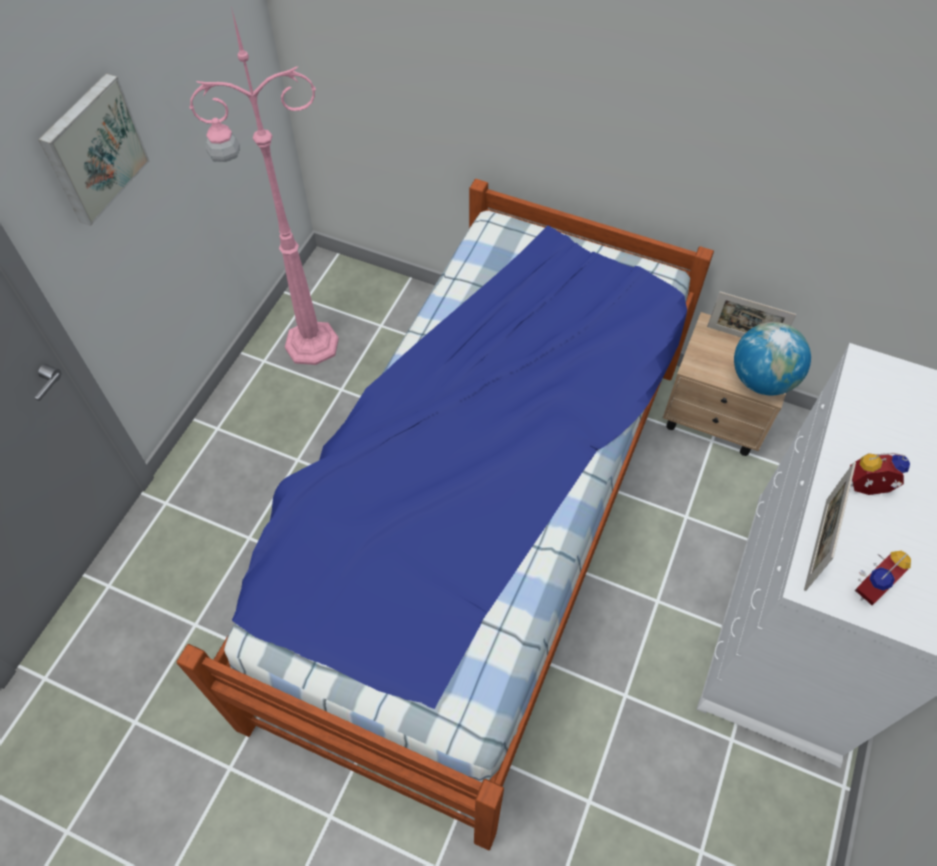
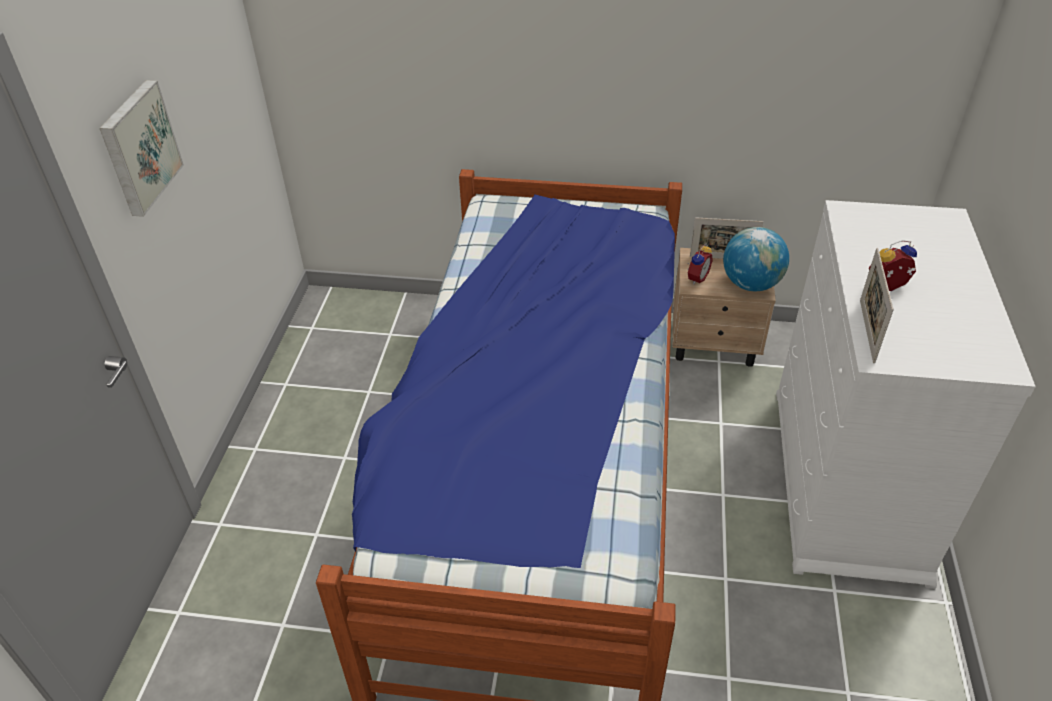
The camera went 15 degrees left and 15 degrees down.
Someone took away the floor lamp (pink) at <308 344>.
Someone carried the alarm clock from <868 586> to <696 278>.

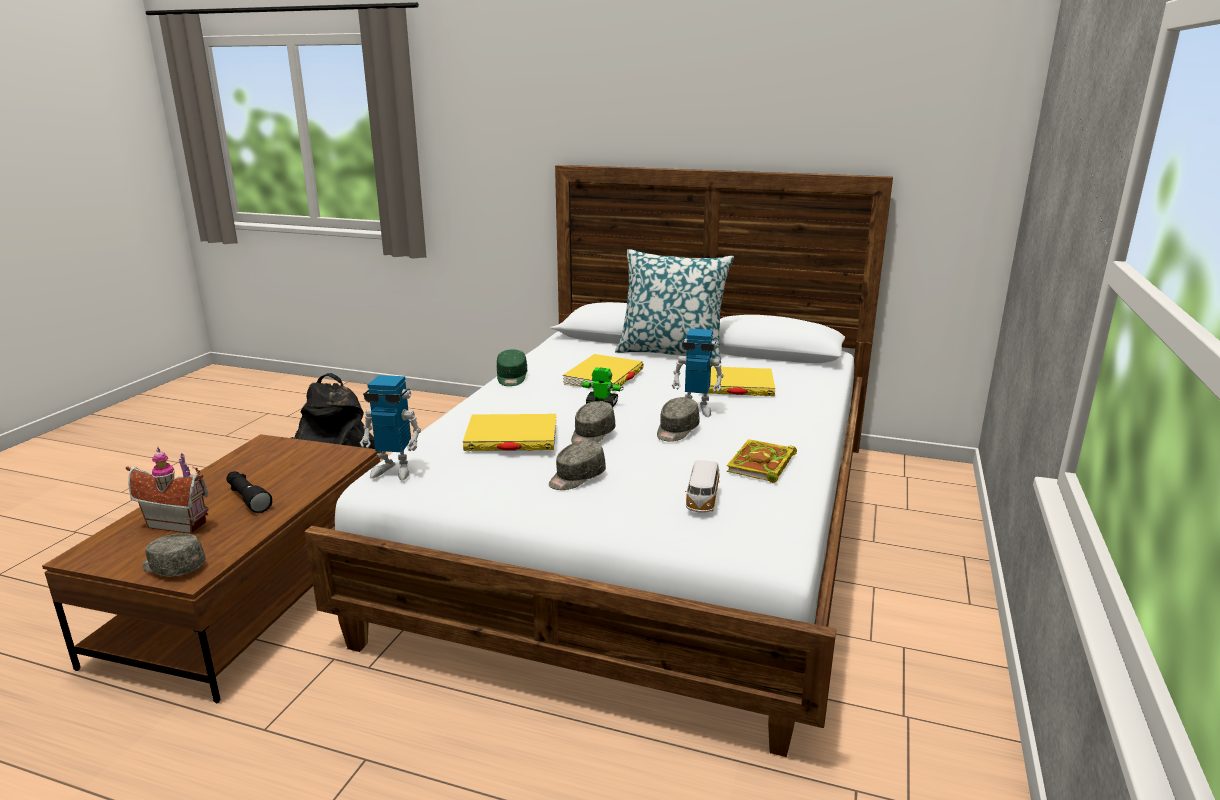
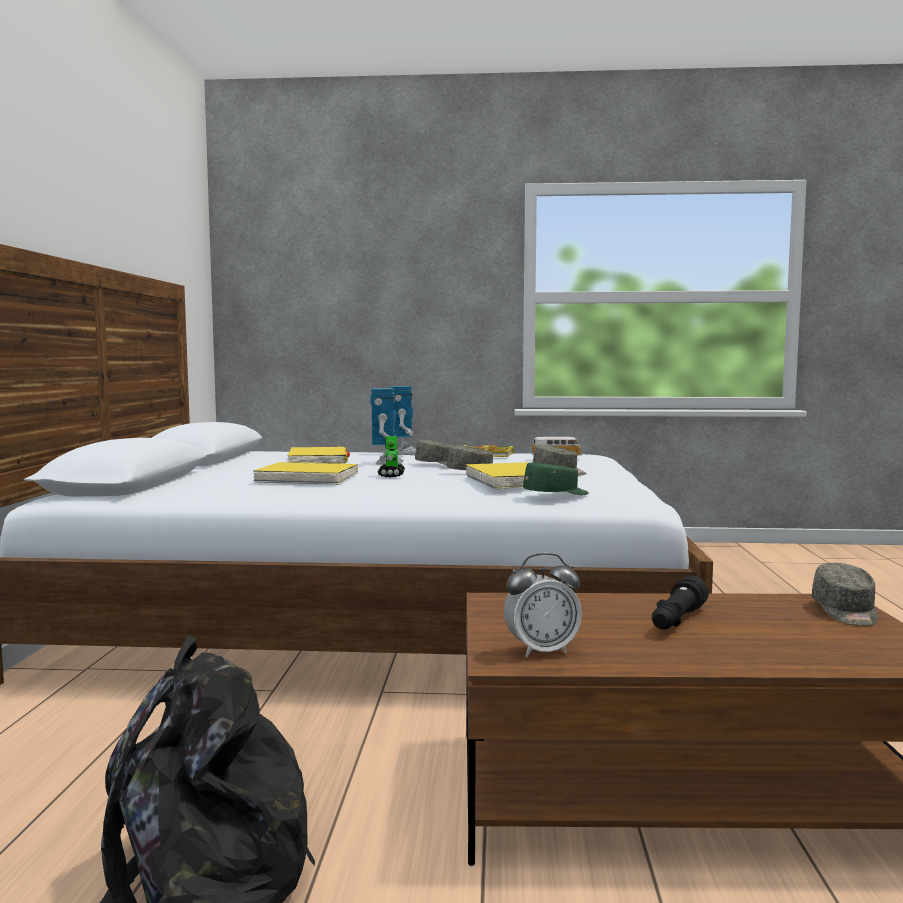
The camera went 105 degrees left and 15 degrees down.
Someone took away the pillow at <671 352>.
Someone carried the cap (green) from <511 378> to <556 494>.
Someone carried the toy robot from <394 470> to <404 453>.
Someone took away the toy house at <179 522>.
Someone put down the alarm clock at <541 651>.

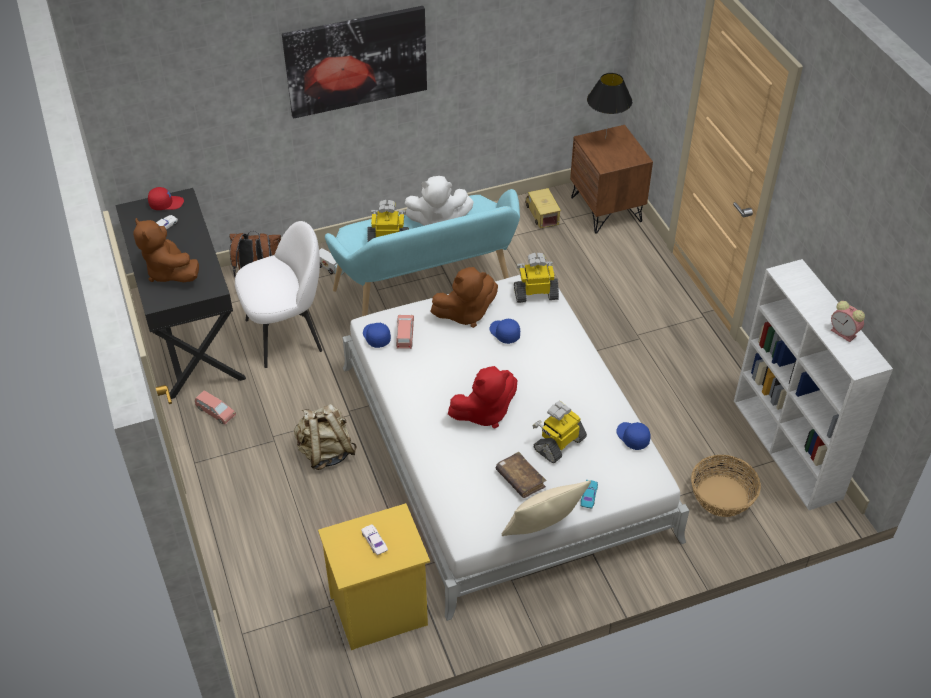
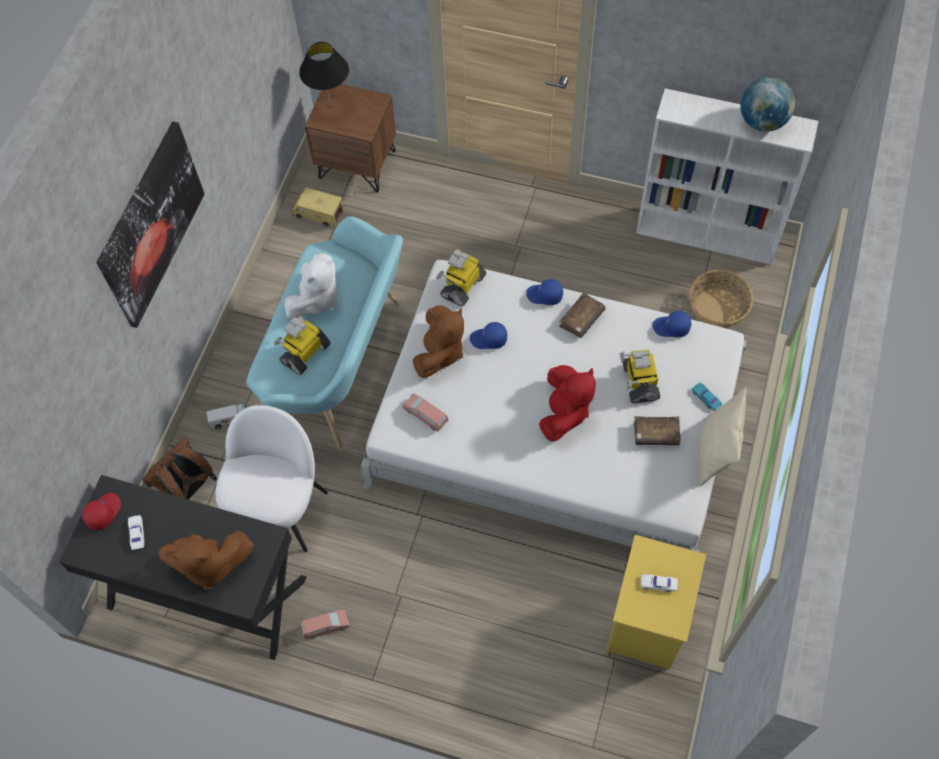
The camera went 50 degrees left and 15 degrees up.
Someone swapped the alarm clock at <844 333> for the globe at <762 122>.
Someone carried the cap (blue) from <376 337> to <544 295>.
Someone took away the backpack (beige) at <325 452>.
Someone put down the book (brown) at <581 319>.

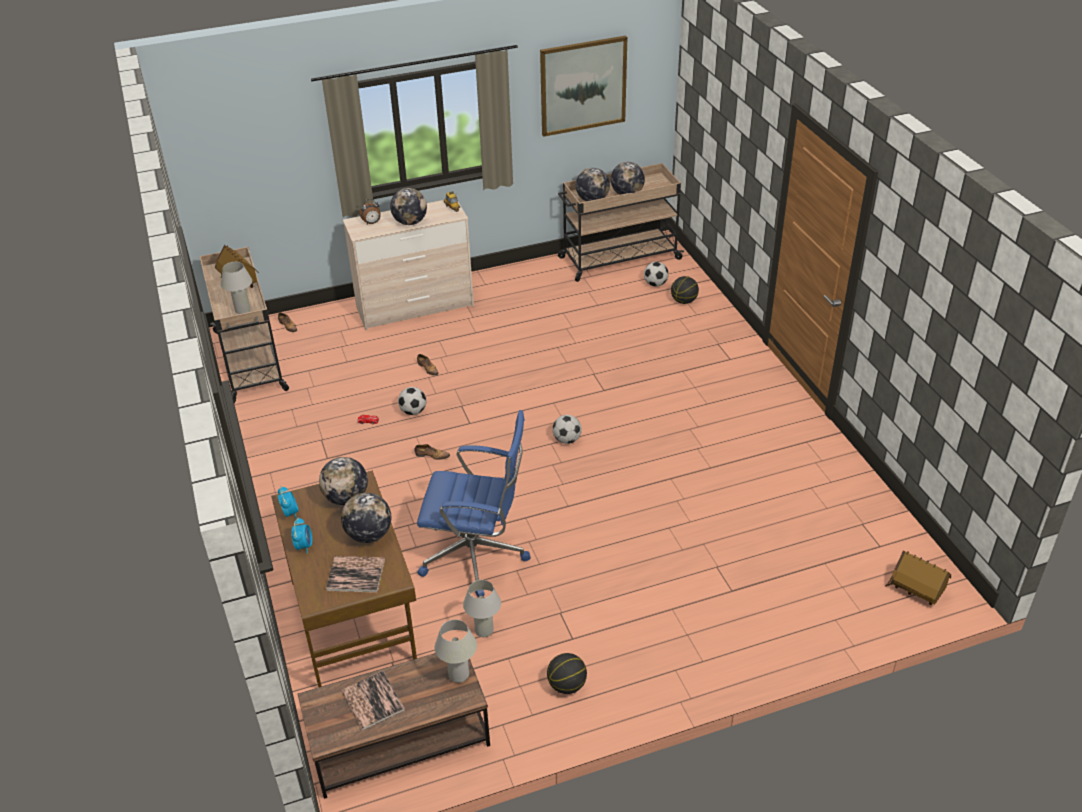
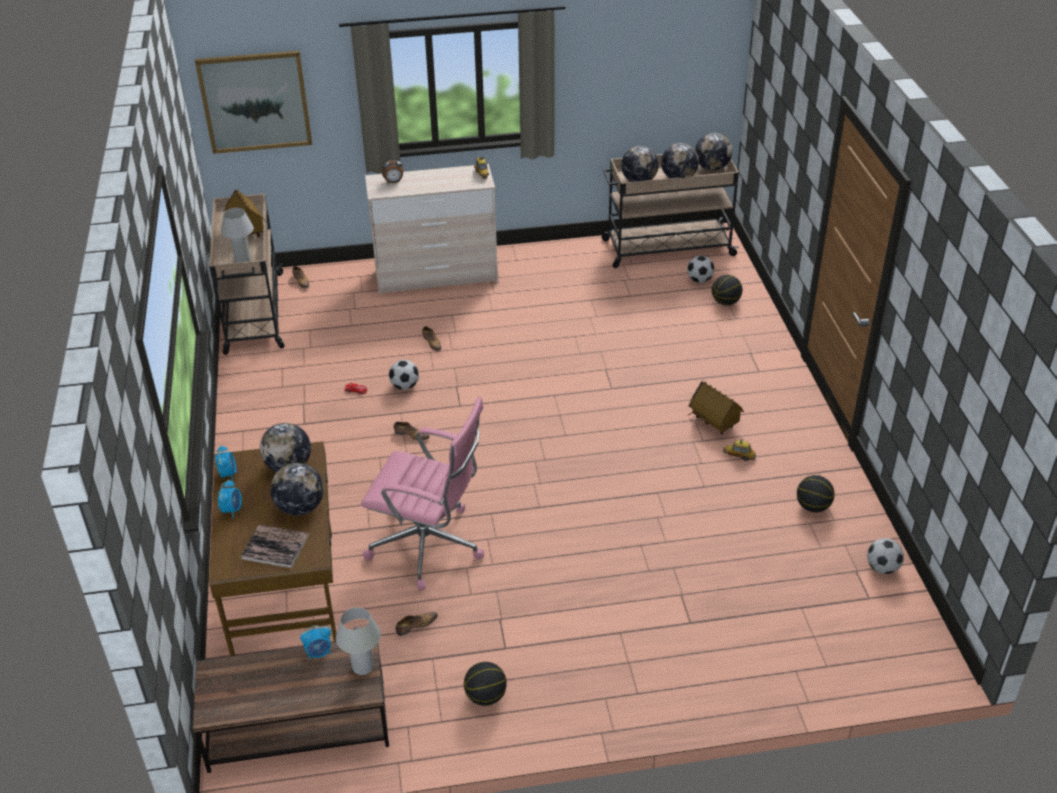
The camera went 10 degrees right and 0 degrees up.
Someone carried the picture from <583 85> to <255 102>.
Someone carried the globe from <410 222> to <712 168>.
Someone repainted the office chair (blue) at <477 555>, which became the office chair (pink) at <429 546>.
Someone carried the football from <567 440> to <882 568>.
Someone carried the toy house from <916 592> to <713 423>.
Someone swapped the table lamp (white) at <484 630> for the shoe at <415 626>.
Someone took away the book at <373 701>.
Someone put down the toy car at <739 456>.
Someone put down the basketball at <813 507>.
Someone put down the alarm clock at <319 653>.

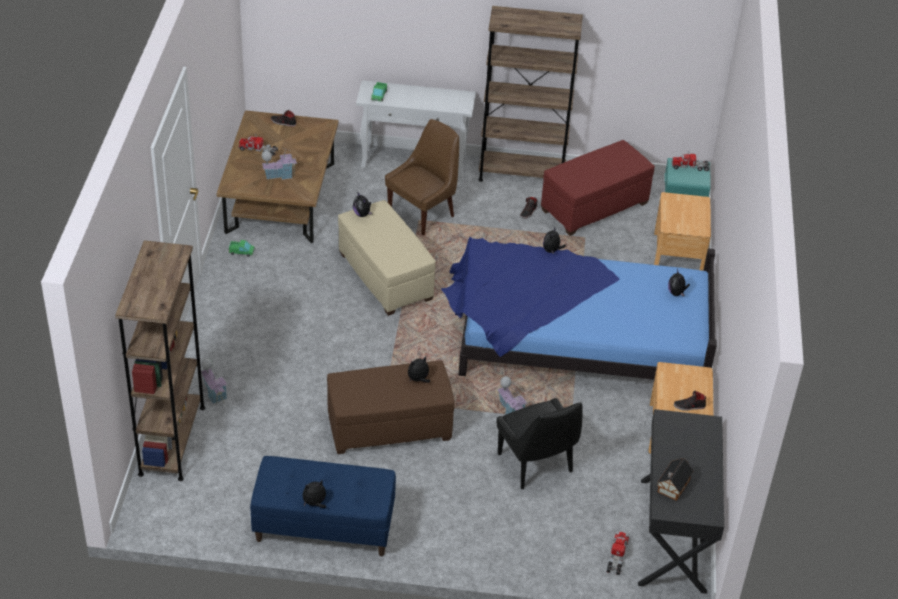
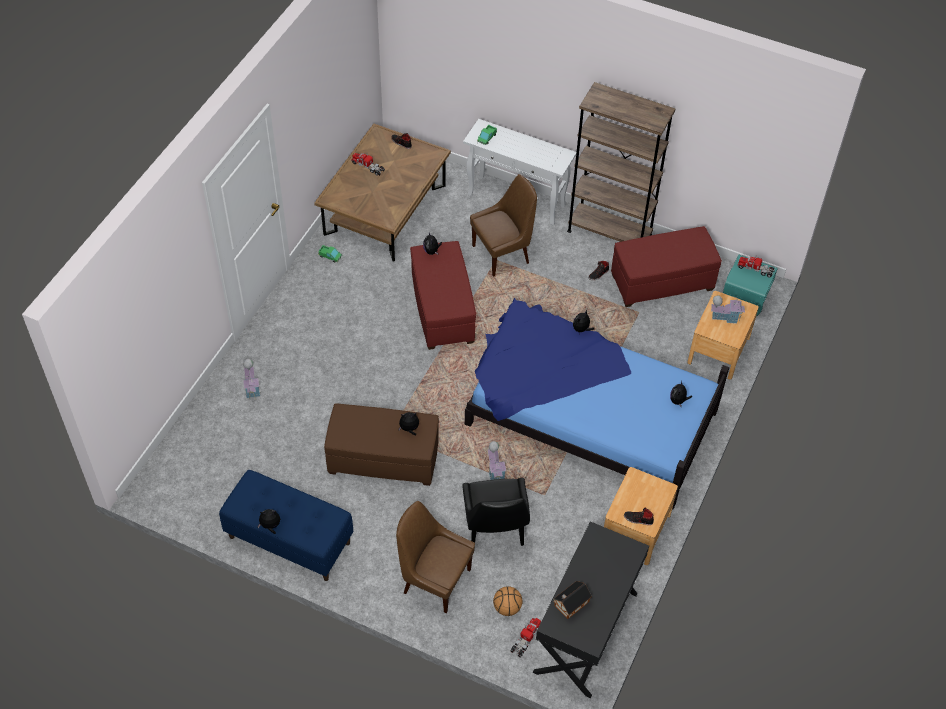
The camera went 20 degrees right and 10 degrees up.
Someone carried the toy house from <279 175> to <725 317>.
Someone repainted the ottoman (beige) at <385 277>, which became the ottoman (red) at <442 310>.
Someone took away the bookcase (brown) at <172 440>.
Someone put down the chair (brown) at <434 580>.
Someone put down the basketball at <507 608>.

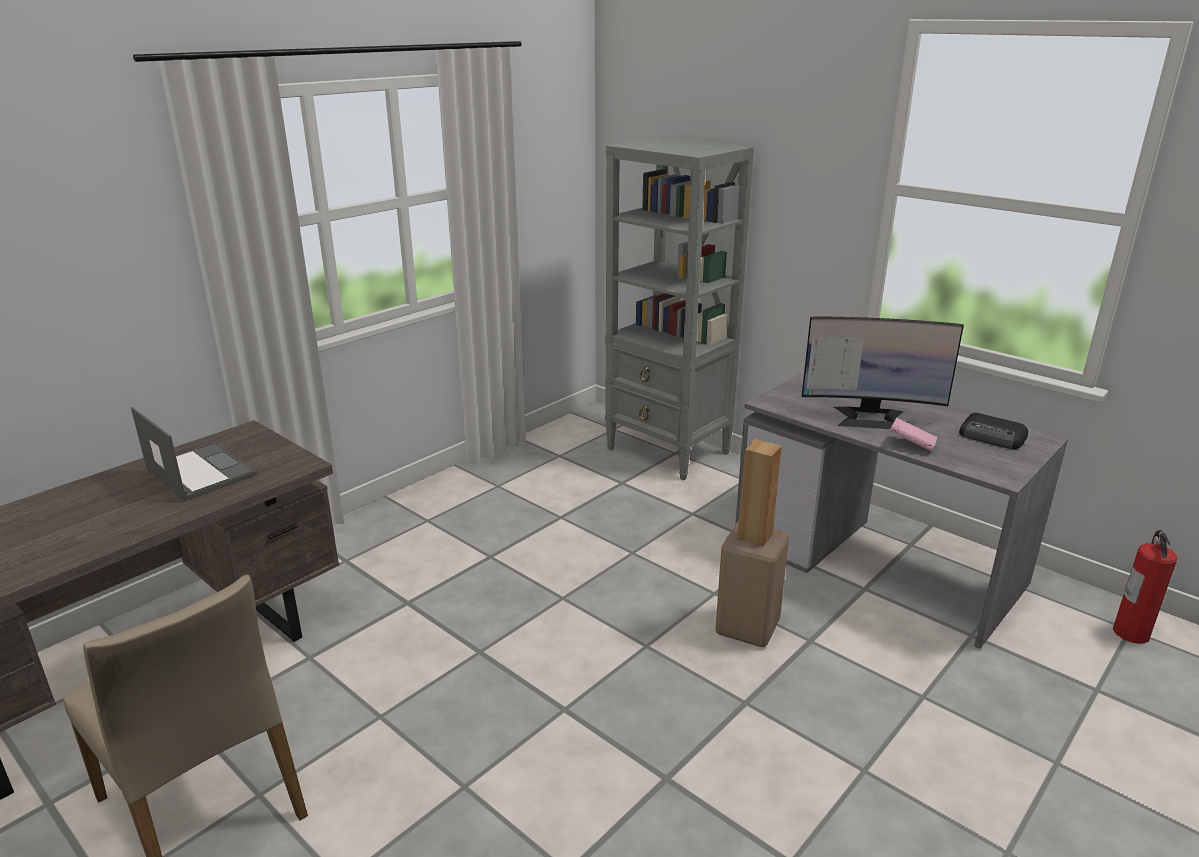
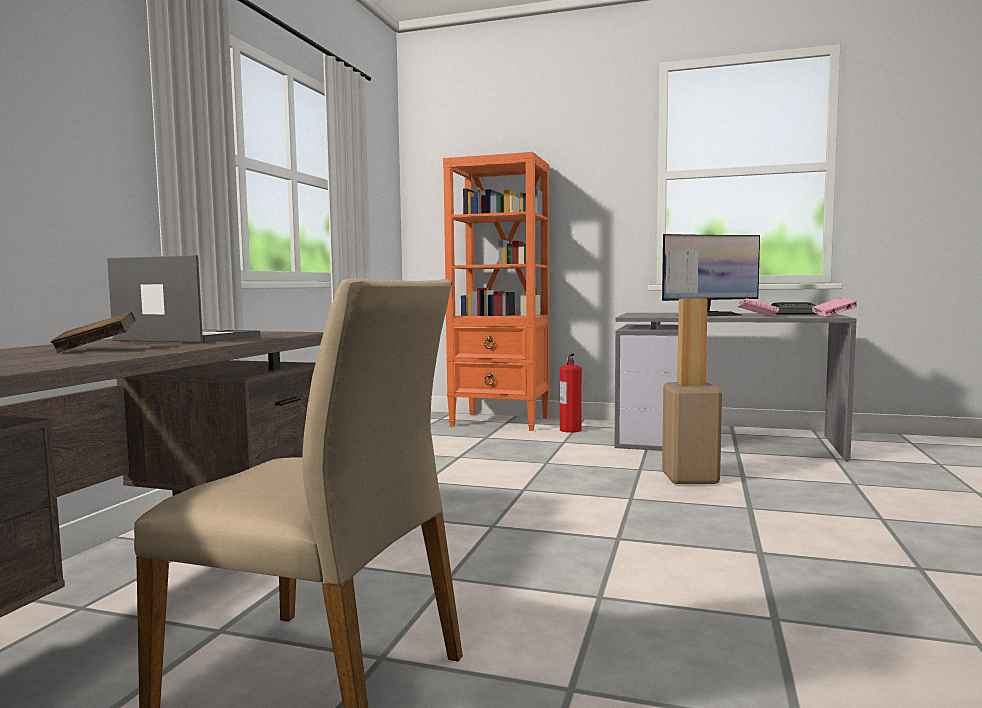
The camera went 25 degrees left and 20 degrees down.
Someone repainted the bookcase (grey) at <668 451>, which became the bookcase (orange) at <501 422>.
Someone carried the fire extinguisher from <1131 632> to <570 430>.
Someone put down the book (pink) at <834 316>.
Someone put down the book (brown) at <96 350>.

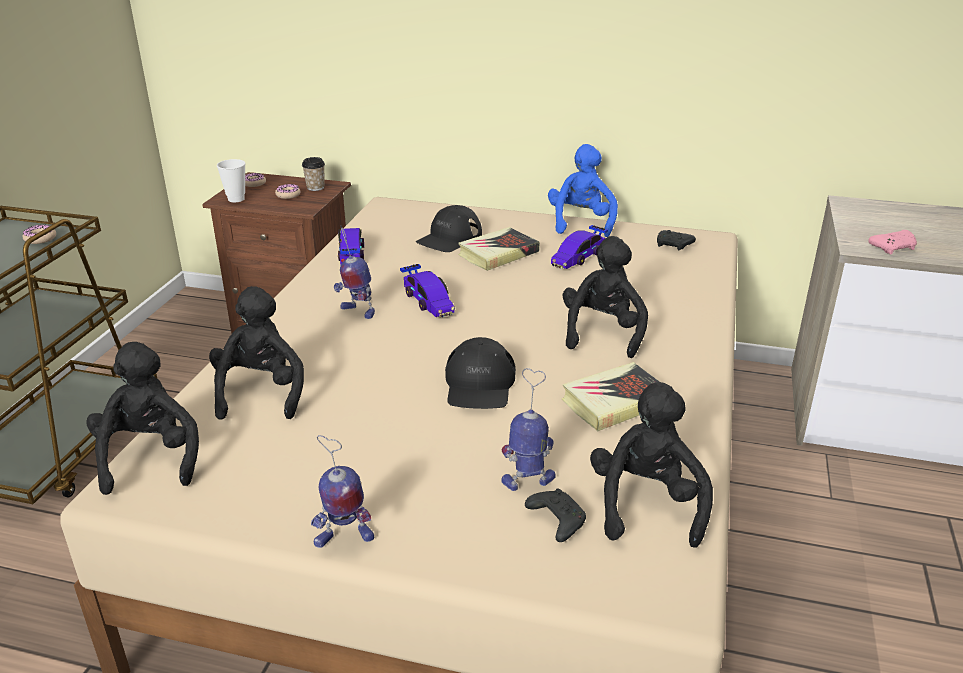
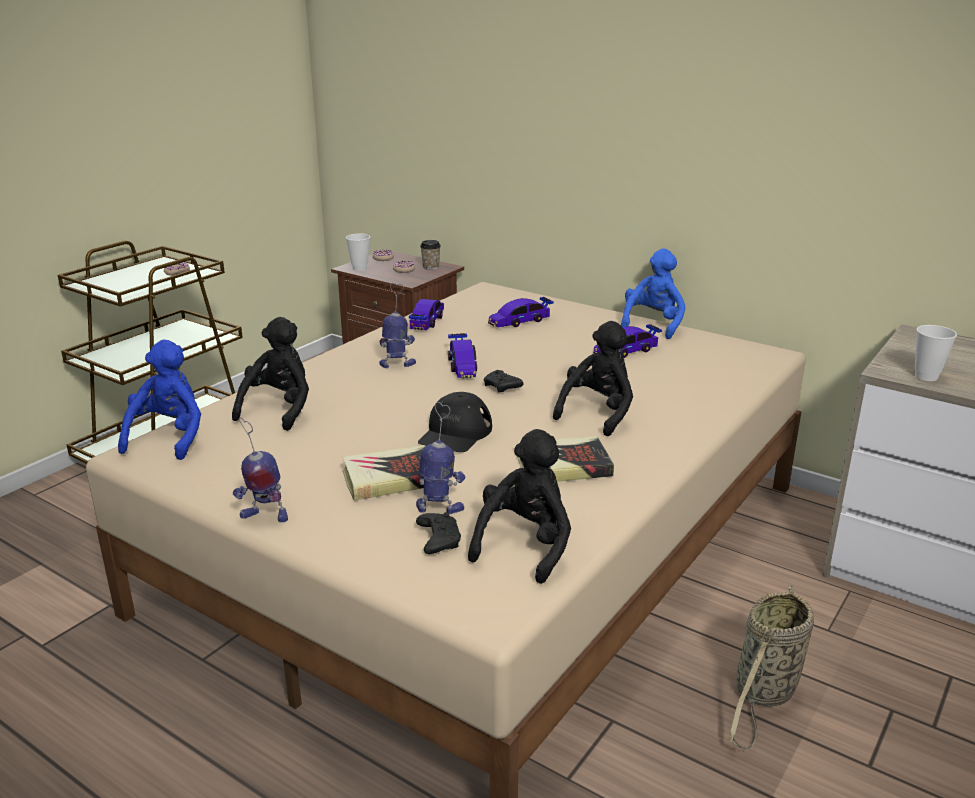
The camera went 20 degrees right and 5 degrees down.
Someone swapped the cap (black) at <449 238> for the toy car at <520 321>.
Someone rotated the toy robot at <357 311> by 120 degrees clockwise.
Someone carried the book from <498 254> to <390 478>.
Someone carried the game controller (black) from <674 246> to <502 387>.
Someone swapped the game controller (pink) at <893 248> for the cup at <926 376>.
Someone repainted the plush toy (black) at <150 457>, which became the plush toy (blue) at <169 437>.
Someone put down the basket at <764 694>.

